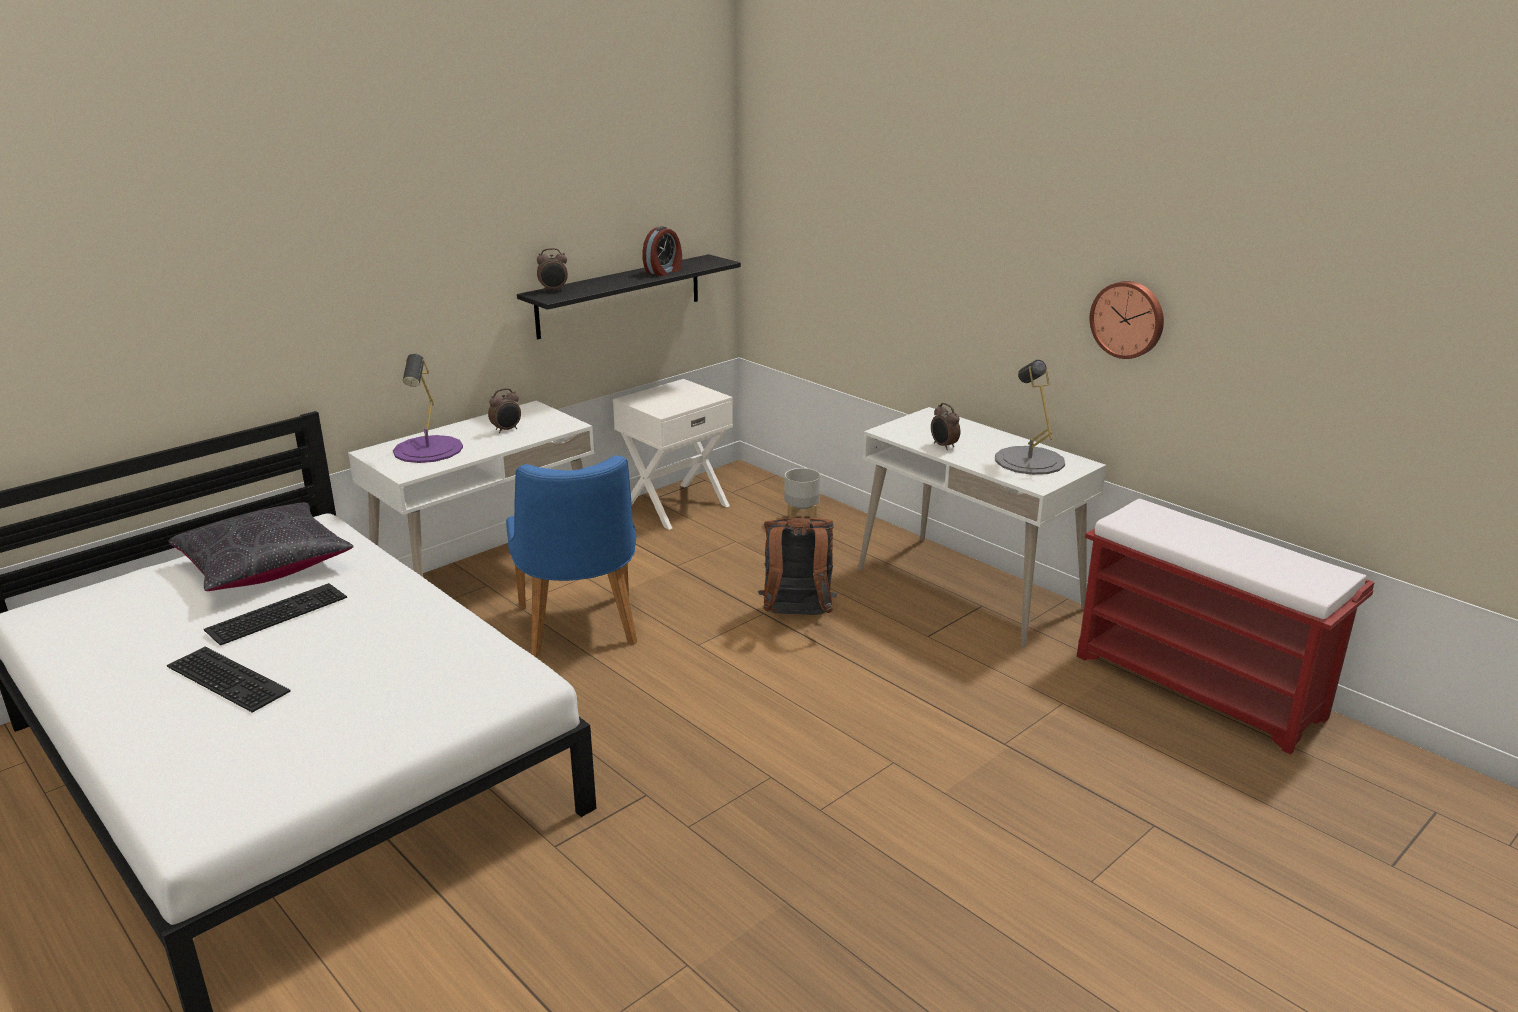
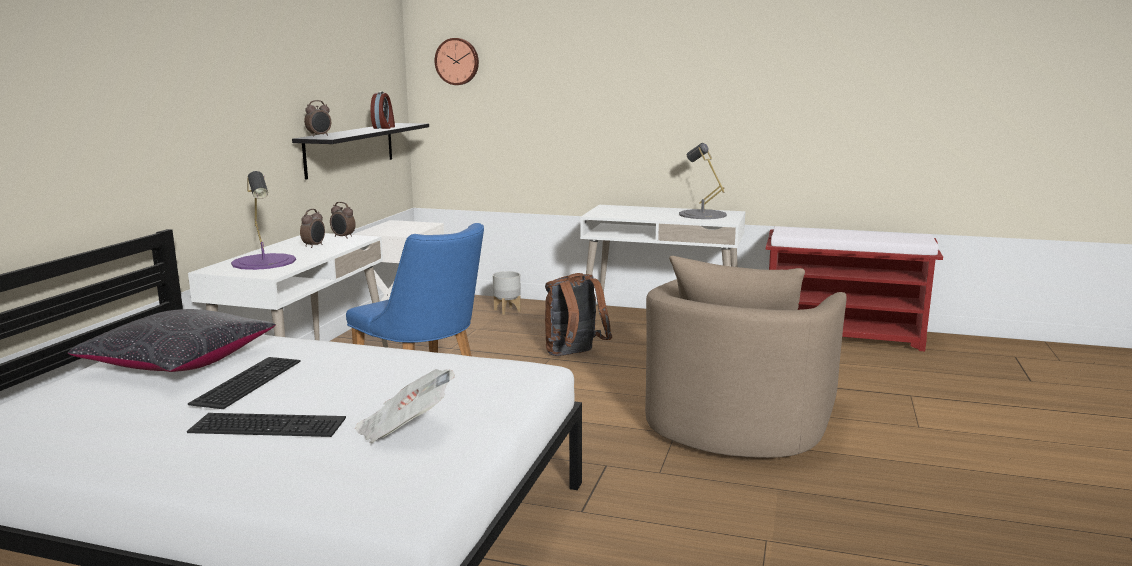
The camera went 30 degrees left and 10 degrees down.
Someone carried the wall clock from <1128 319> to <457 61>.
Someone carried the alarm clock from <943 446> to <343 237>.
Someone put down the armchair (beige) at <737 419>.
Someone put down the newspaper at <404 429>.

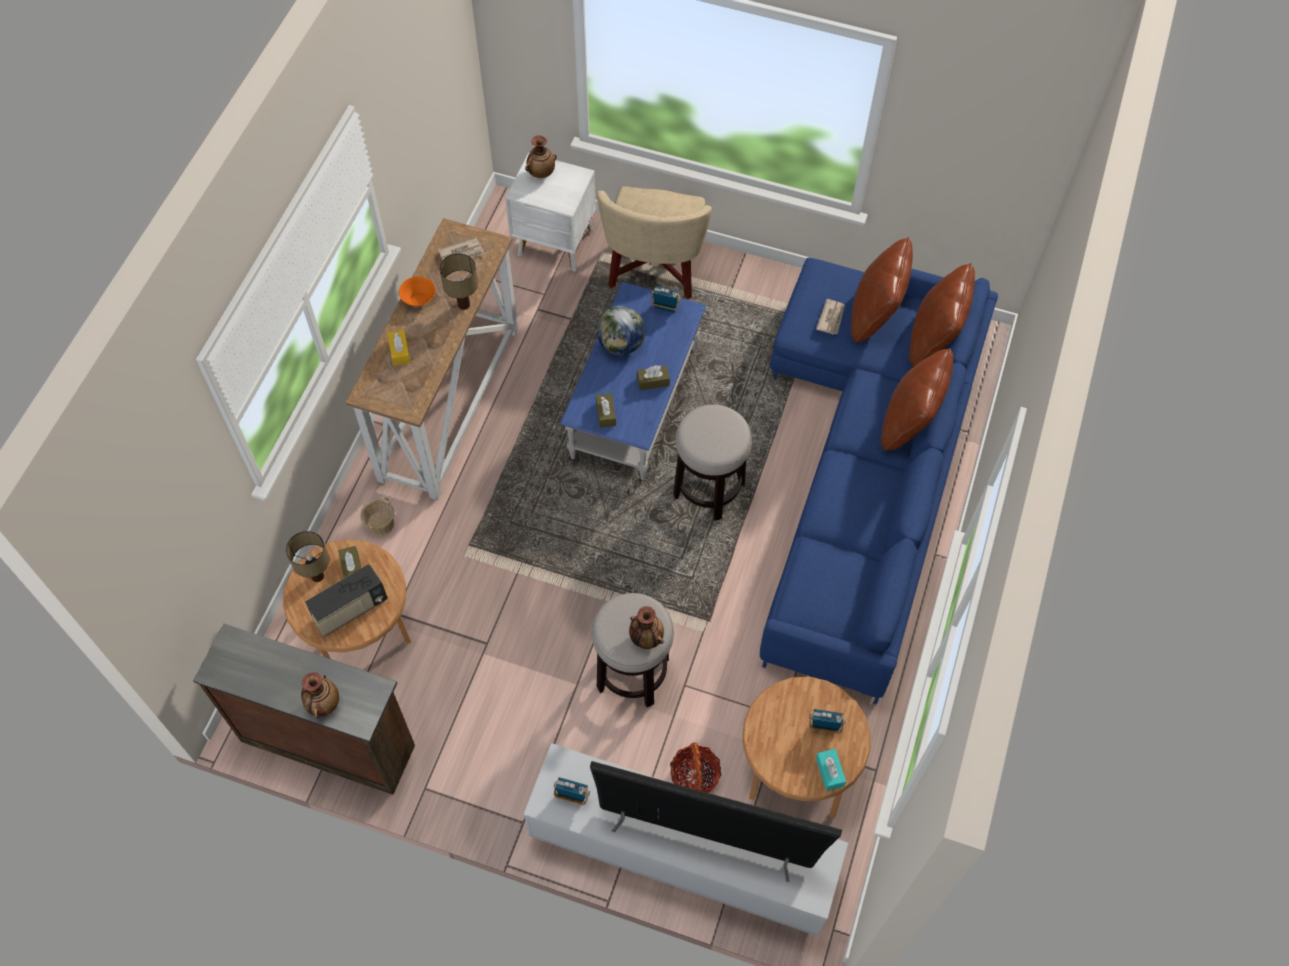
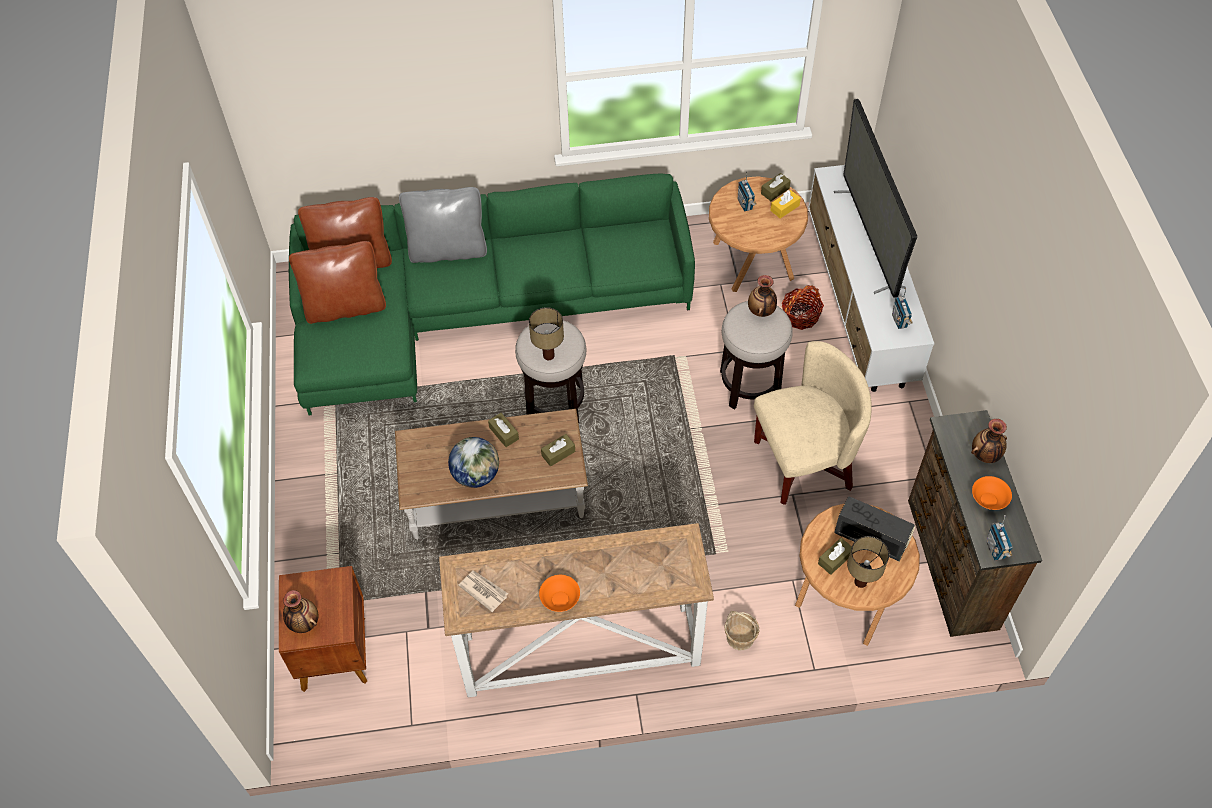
The camera went 115 degrees left and 5 degrees down.
Someone repainted the nightstand (white) at <556 244>, which became the nightstand (brown) at <335 652>.
Someone carried the armchair (beige) from <654 267> to <803 462>.
Someone carried the table lamp from <463 305> to <549 356>.
Someone repainted the sofa (blue) at <864 469>, which became the sofa (green) at <476 309>.
Someone repainted the coffee table (blue) at <634 402>, which became the coffee table (brown) at <496 495>.
Someone carried the radio from <665 308> to <995 549>.
Someone took away the newspaper at <831 318>.
Someone carried the tissue box (yellow) from <400 351> to <784 208>.
Someone repainted the pillow (brown) at <909 422>, which became the pillow (grey) at <448 250>.
Someone repainted the tissue box (turquoise) at <829 772>, which became the tissue box (brown) at <775 191>.
Someone put down the bowl (orange) at <989 500>.

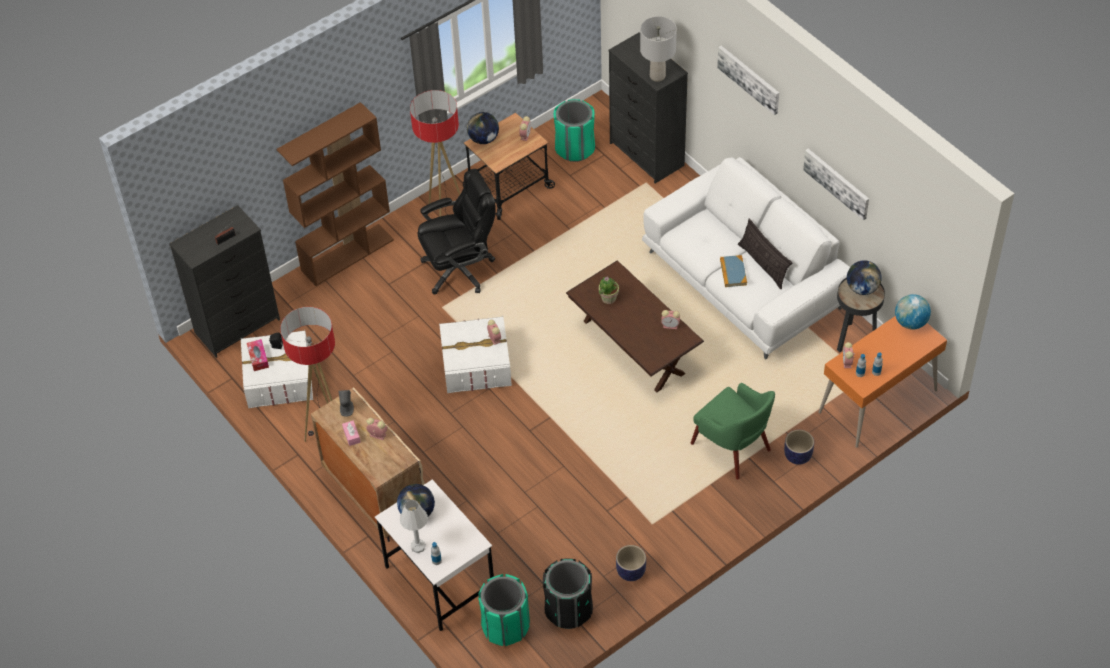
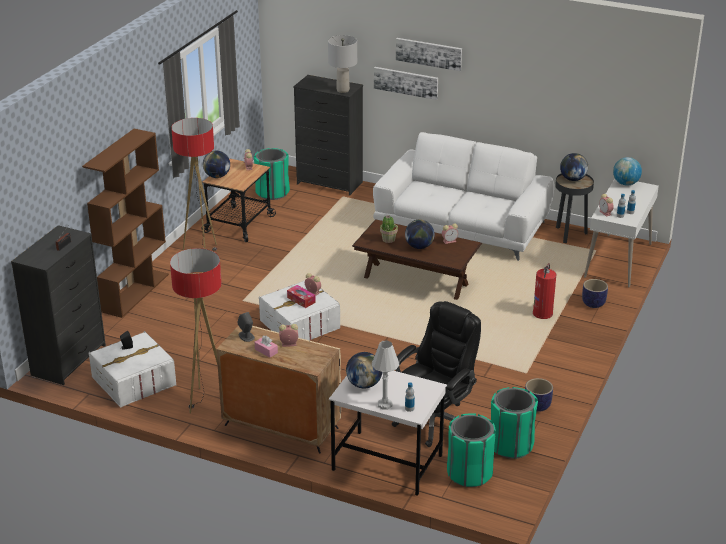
The camera went 30 degrees left and 20 degrees down.
Someone carried the picture from <837 183> to <406 82>.
Someone carried the office chair (black) from <460 269> to <434 420>.
Someone took away the pillow at <763 264>.
Someone took away the book at <733 272>.
Someone repainted the desk (orange) at <878 402>, which became the desk (white) at <618 260>.
Someone carried the tissue box from <258 358> to <301 300>.
Someone swapped the armchair (green) at <732 448> for the fire extinguisher at <543 313>.
Someone repainted the trash can (black) at <568 610>, which became the trash can (green) at <511 445>.
Someone put down the globe at <419 247>.

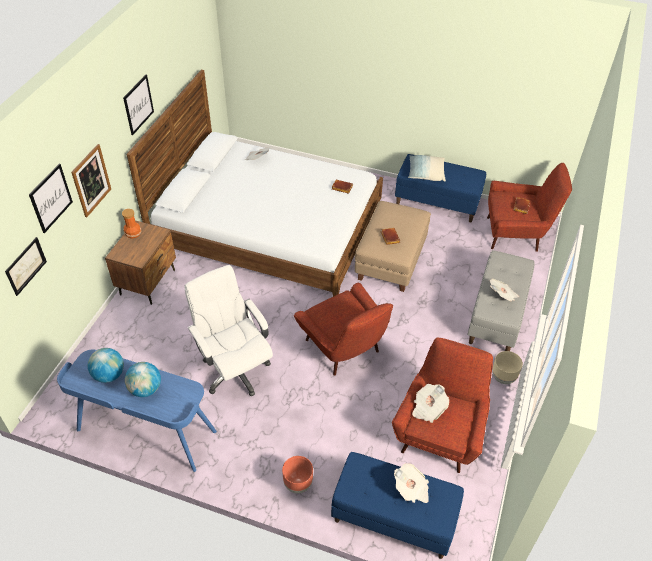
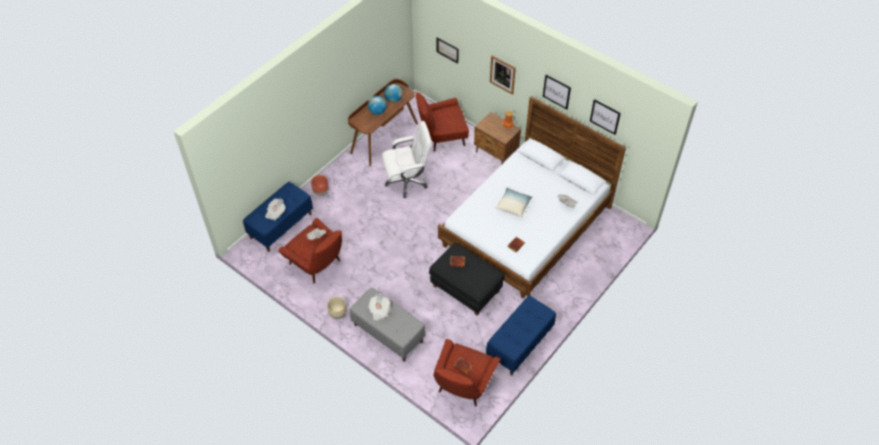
The camera went 110 degrees right and 5 degrees up.
Someone carried the pillow from <426 173> to <513 205>.
Someone carried the picture from <51 198> to <605 116>.
Someone repainted the ottoman (beige) at <390 260>, which became the ottoman (black) at <466 288>.
Someone carried the armchair (red) from <344 349> to <442 137>.
Someone repainted the desk (blue) at <145 431>, which became the desk (brown) at <383 138>.

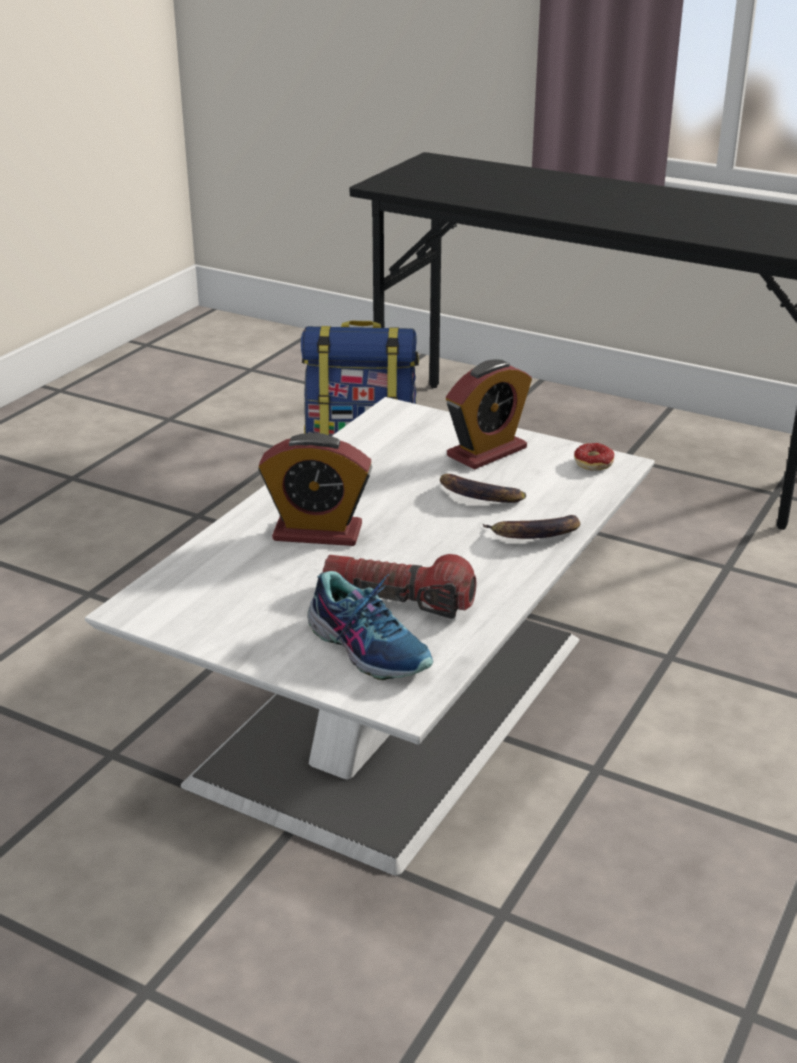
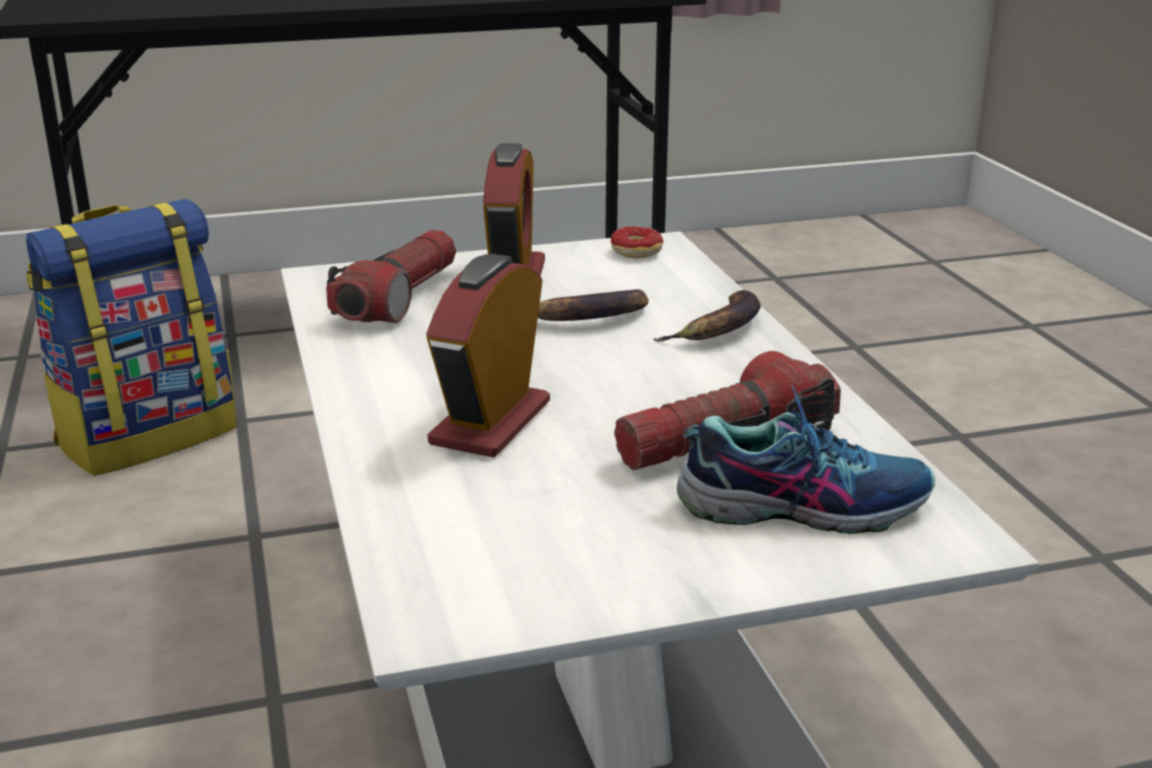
The camera went 45 degrees left and 5 degrees down.
Someone rotated the alarm clock at <317 532> by 150 degrees clockwise.
Someone put down the flashlight at <399 299>.

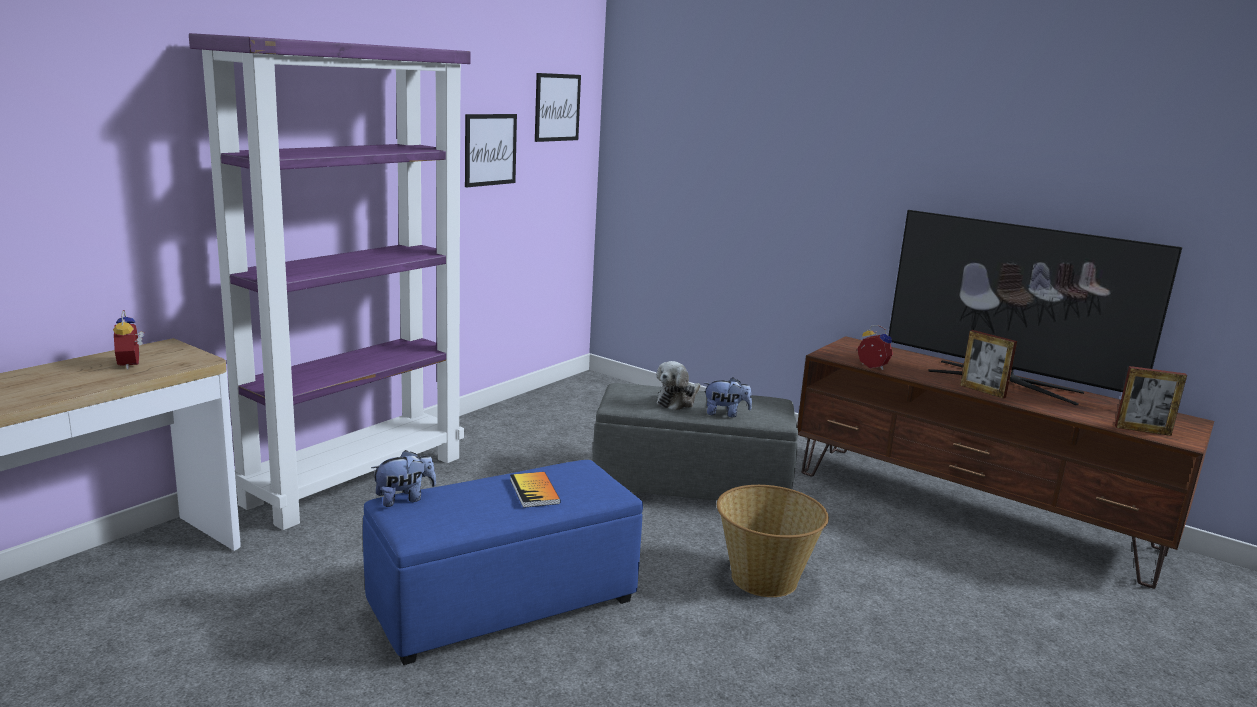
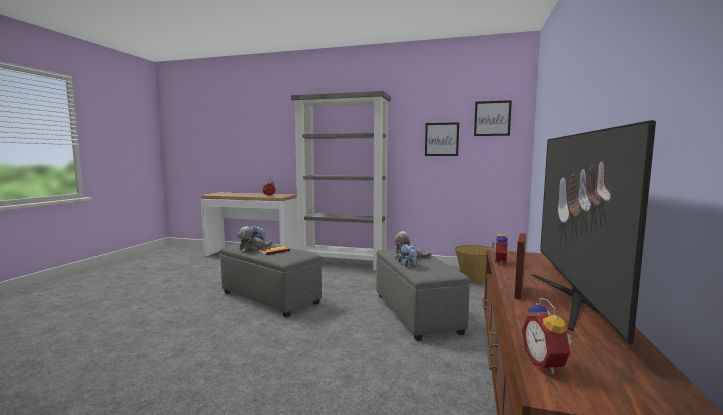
The camera went 70 degrees right and 10 degrees down.
Someone repainted the bookcase (purple) at <356 479>, which became the bookcase (grey) at <343 263>.
Someone swapped the picture frame at <1142 430> for the alarm clock at <546 364>.
Someone repainted the ottoman (blue) at <505 604>, which became the ottoman (grey) at <270 298>.
Someone carried the basket from <764 578> to <475 278>.
Someone put down the plush toy at <253 248>.

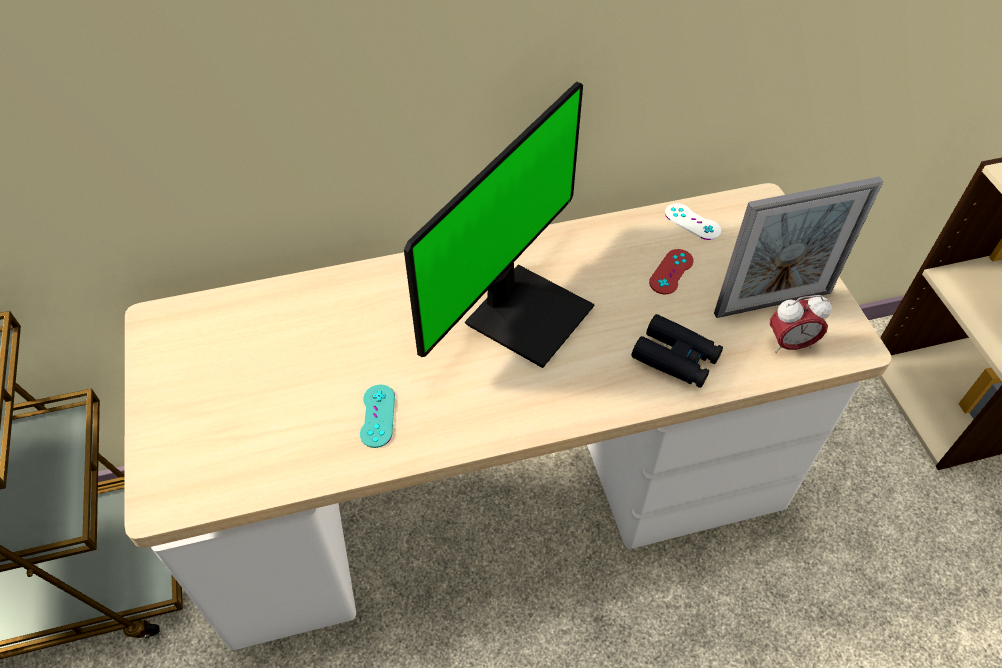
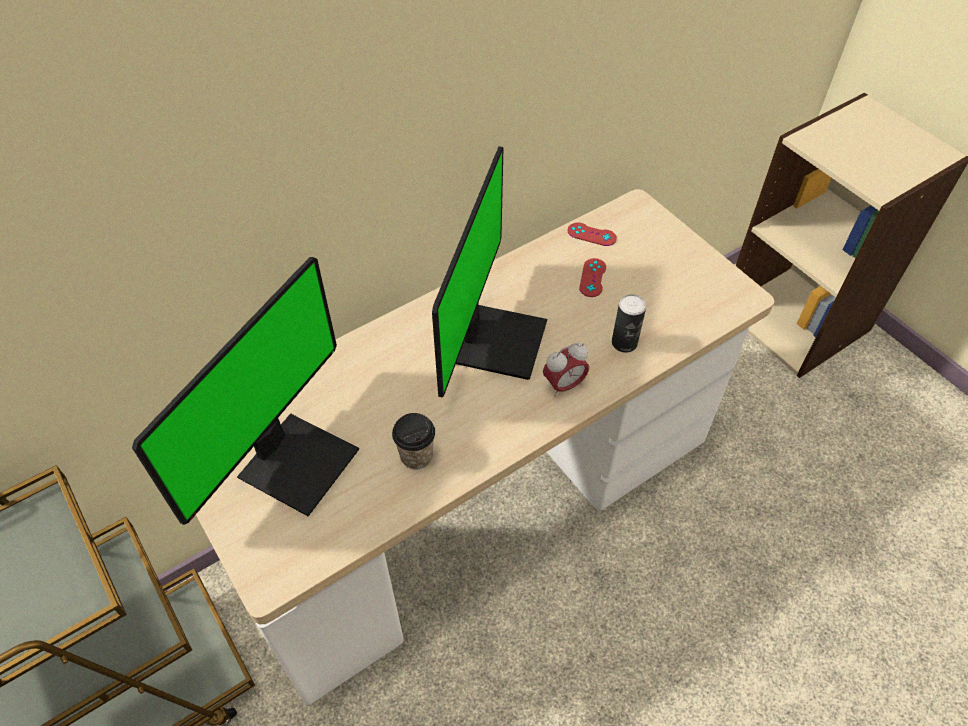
The camera went 20 degrees left and 0 degrees up.
Someone took away the picture frame at <772 303>.
Someone repainted the game controller (white) at <692 222>, which became the game controller (red) at <591 234>.
Someone carried the alarm clock from <790 344> to <564 385>.
Someone swapped the binoculars (black) at <676 358> for the can at <624 343>.
Someone swapped the game controller (turquoise) at <377 416> for the cup at <416 456>.
Someone put down the monitor at <295 461>.

